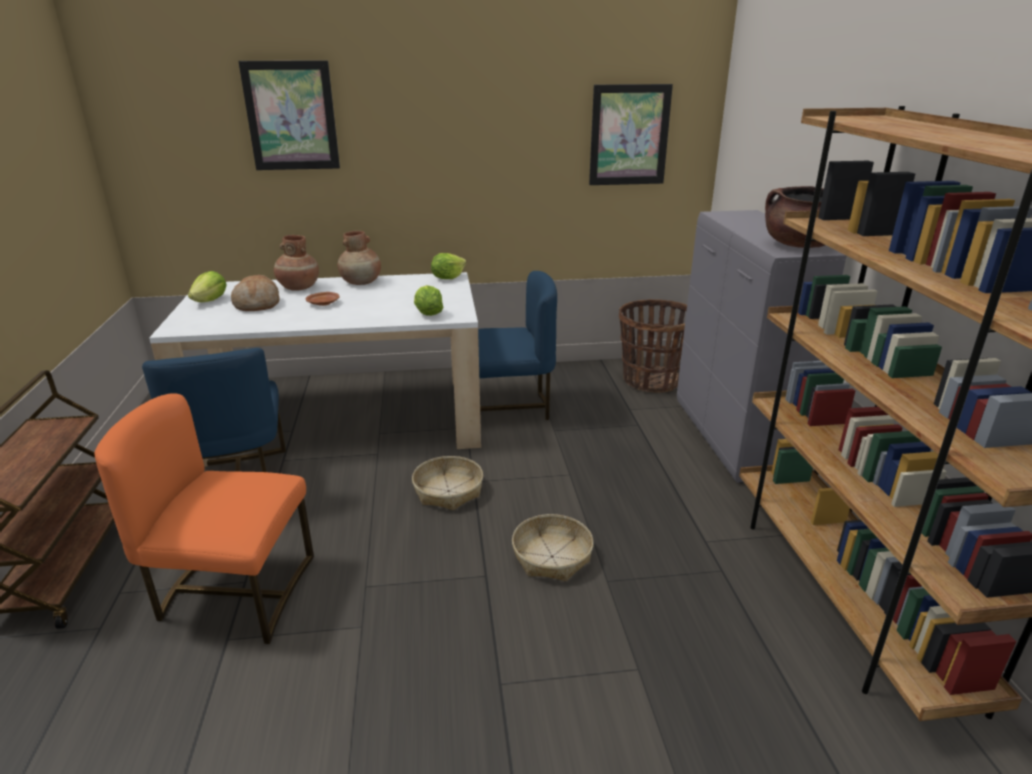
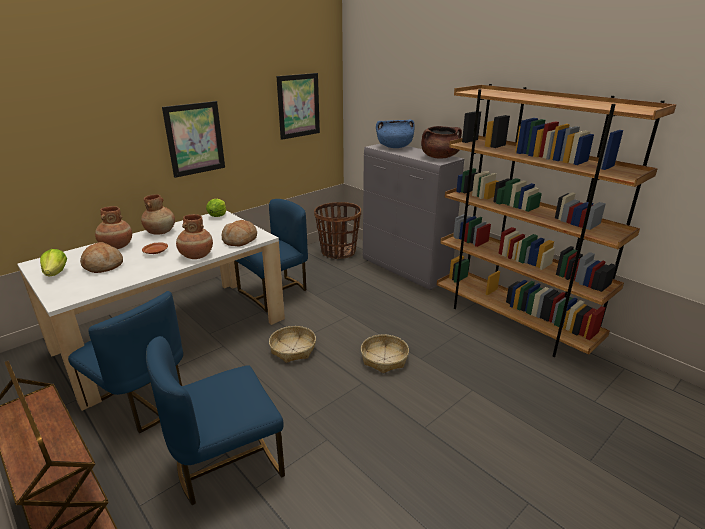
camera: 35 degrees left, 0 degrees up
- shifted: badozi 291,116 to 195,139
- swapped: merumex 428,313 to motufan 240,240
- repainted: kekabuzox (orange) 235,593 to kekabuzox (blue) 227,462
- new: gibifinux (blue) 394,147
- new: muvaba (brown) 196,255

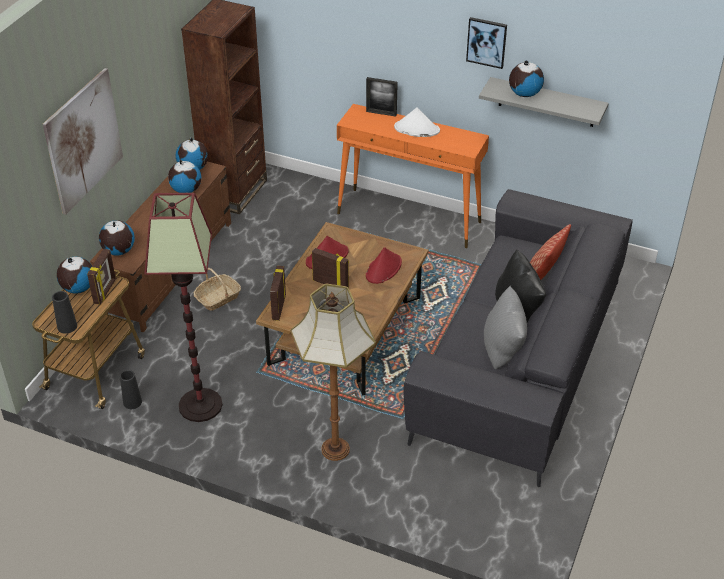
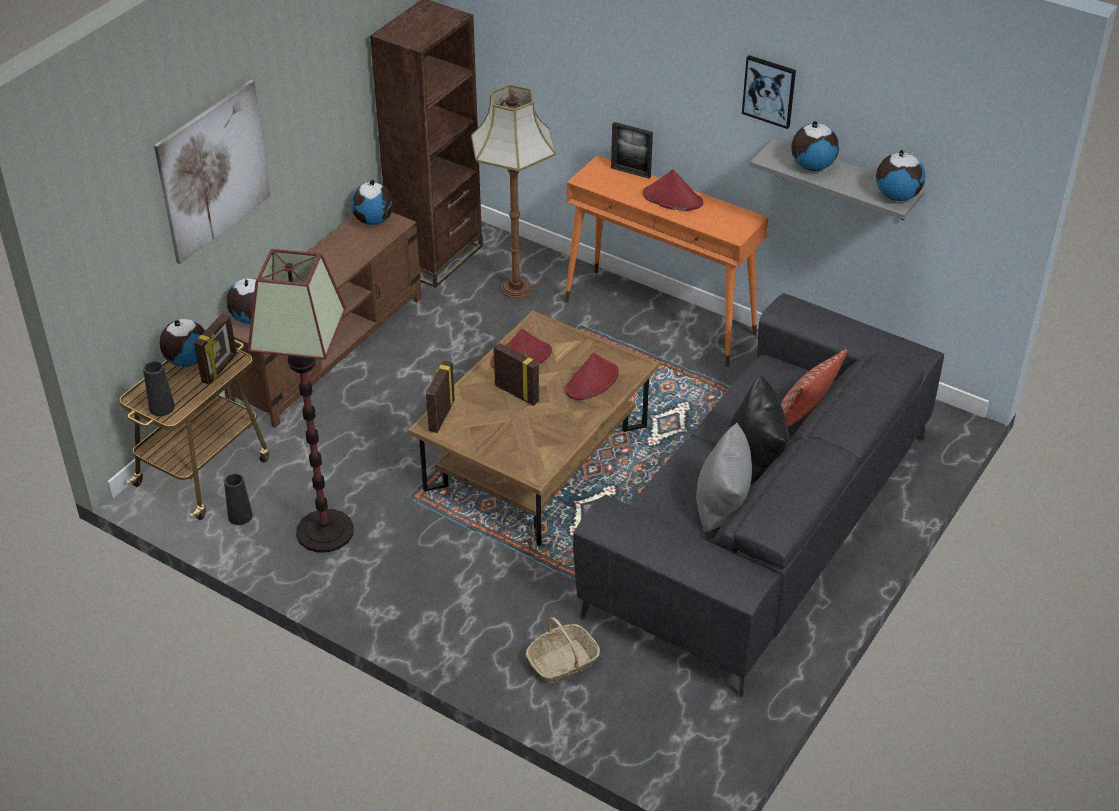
camera: 10 degrees right, 0 degrees up
- repainted: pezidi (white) 416,129 to pezidi (red) 672,198
- shifted: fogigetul 186,190 to 897,196
- shifted: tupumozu 218,298 to 562,662
- shifted: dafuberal 335,450 to 515,290

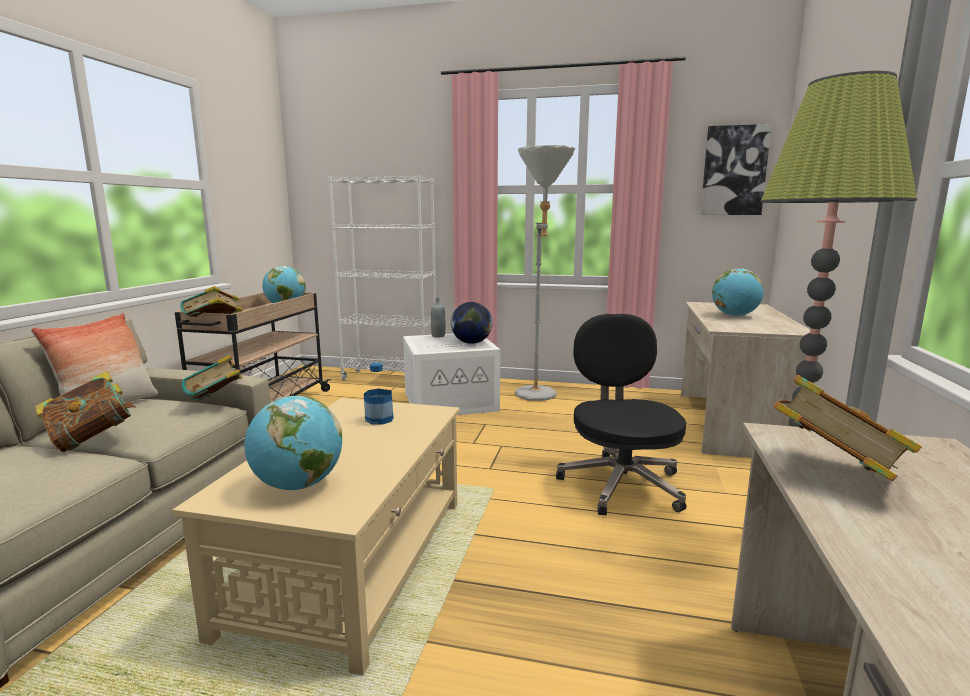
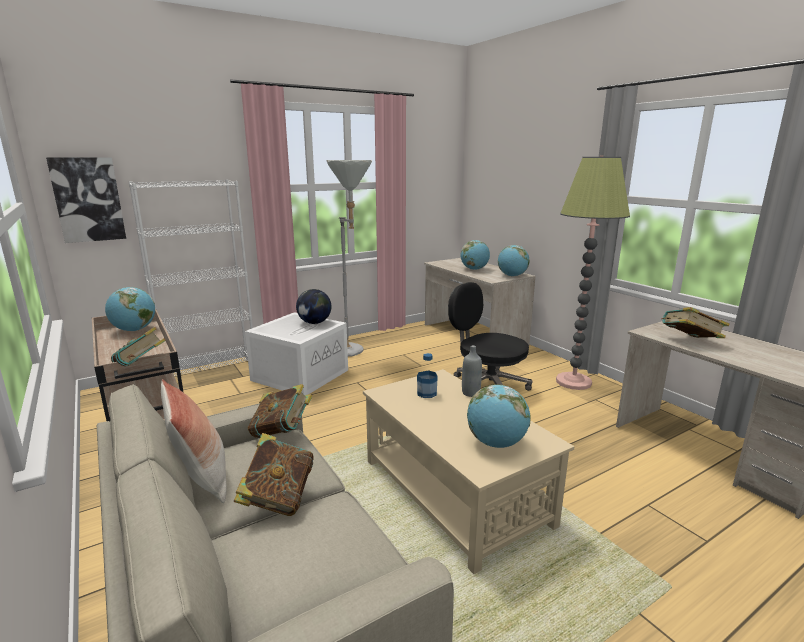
camera: 45 degrees left, 5 degrees up
- shifted: badozi 734,171 to 88,199
- shifted: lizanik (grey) 438,336 to 470,393
- new: fogigetul 512,276

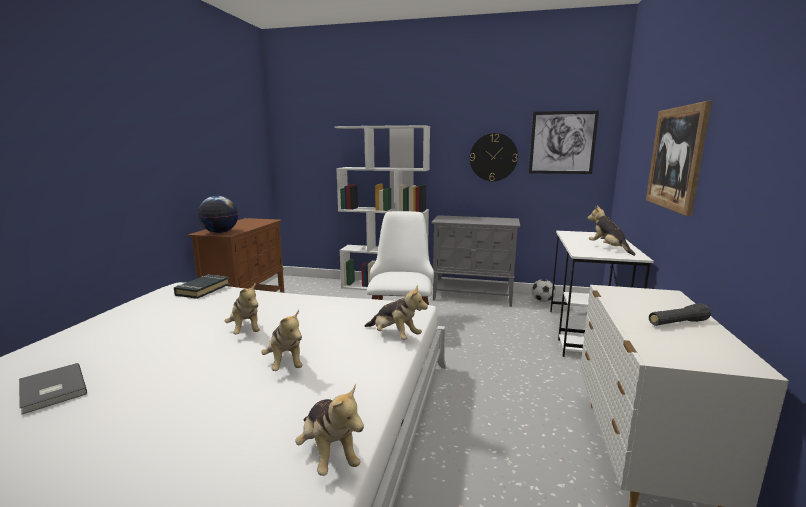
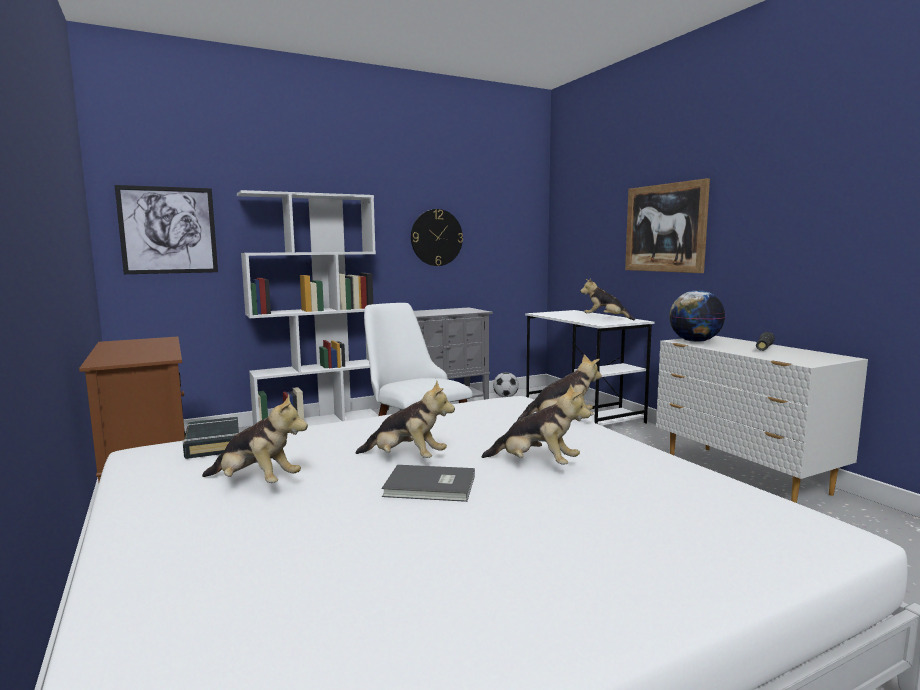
camera: 40 degrees left, 5 degrees down
- shifted: badozi 562,142 to 168,230
- shifted: fogigetul 220,232 to 694,341
- shifted: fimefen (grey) 50,390 to 431,487
- shifted: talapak 328,454 to 256,483

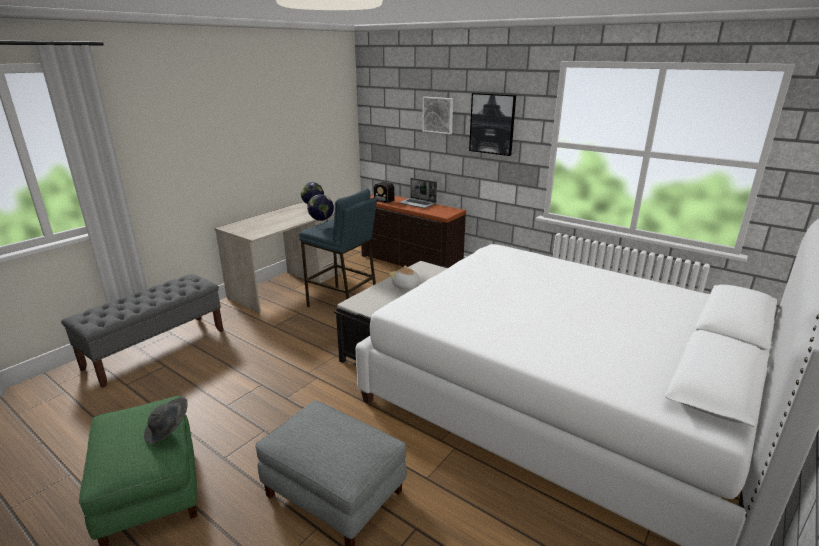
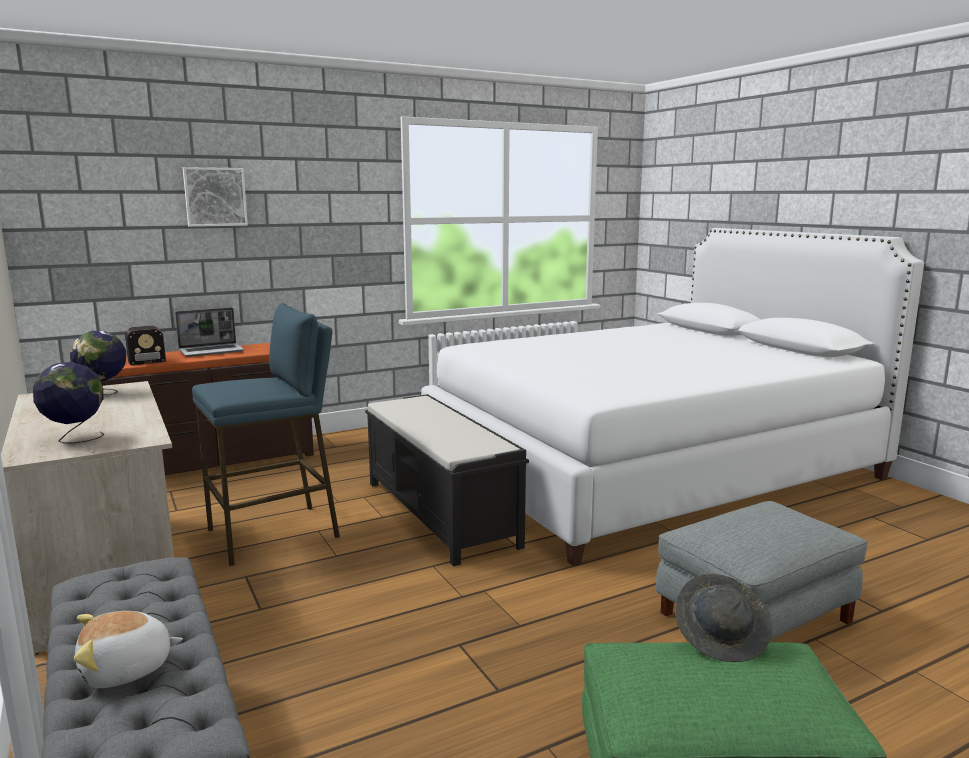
camera: 65 degrees left, 10 degrees down
- gone: badozi 492,124
- shifted: fogigetul 322,226 to 75,438
- shifted: talapak 406,286 to 126,670

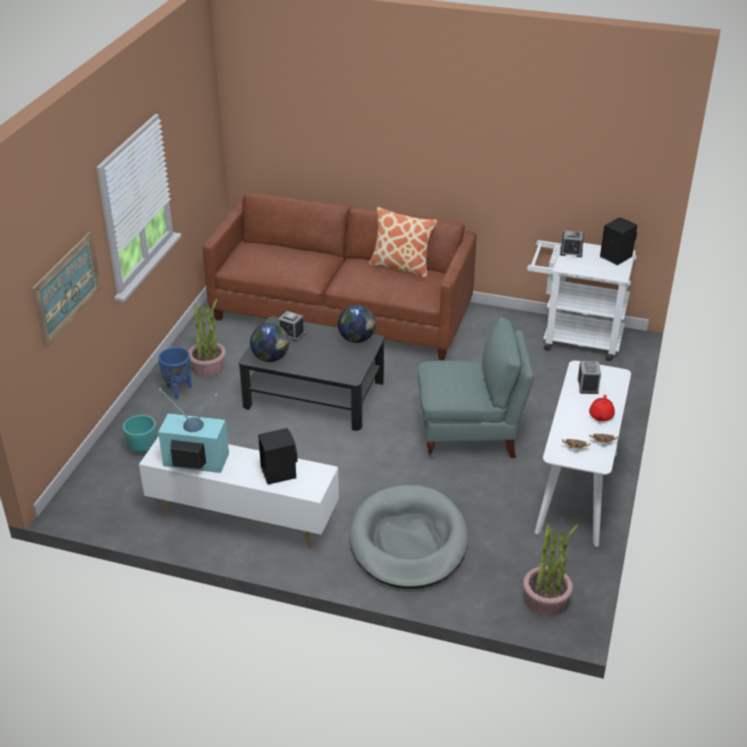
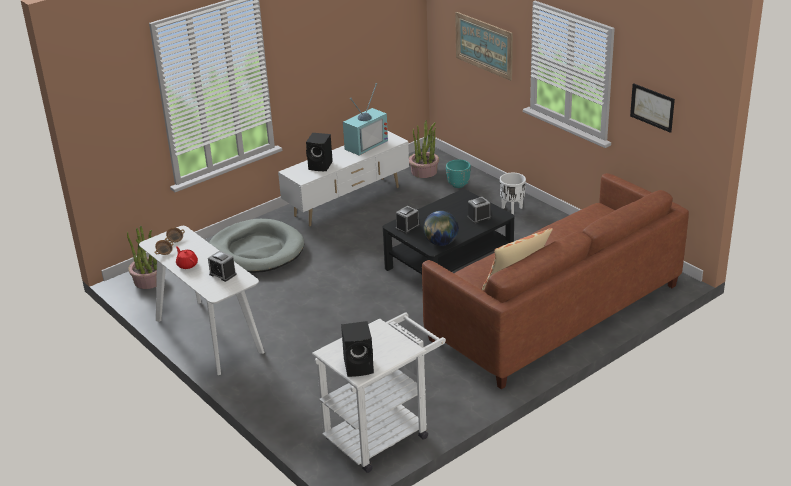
camera: 125 degrees right, 5 degrees down
- shifted: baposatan 571,252 to 407,227
- shifted: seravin 208,366 to 424,172
- gone: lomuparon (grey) 469,434
- gone: fogigetul 271,358
- repainted: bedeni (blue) 178,391 to bedeni (white) 512,210
- new: badozi 652,107

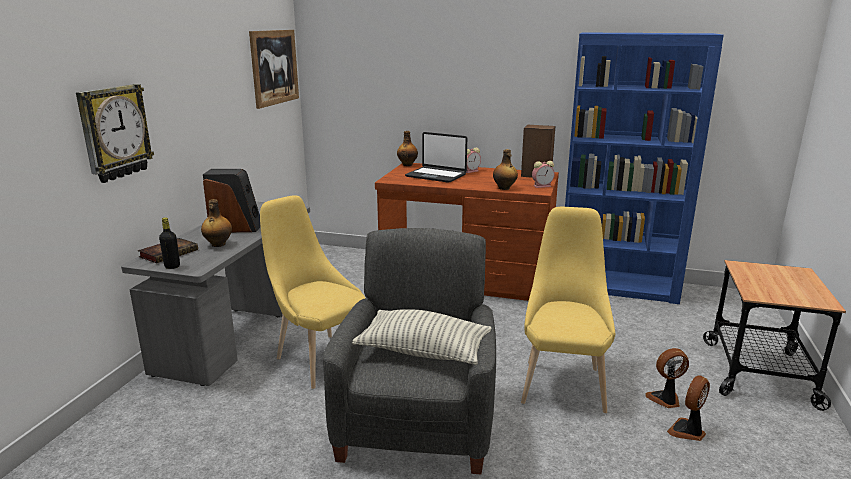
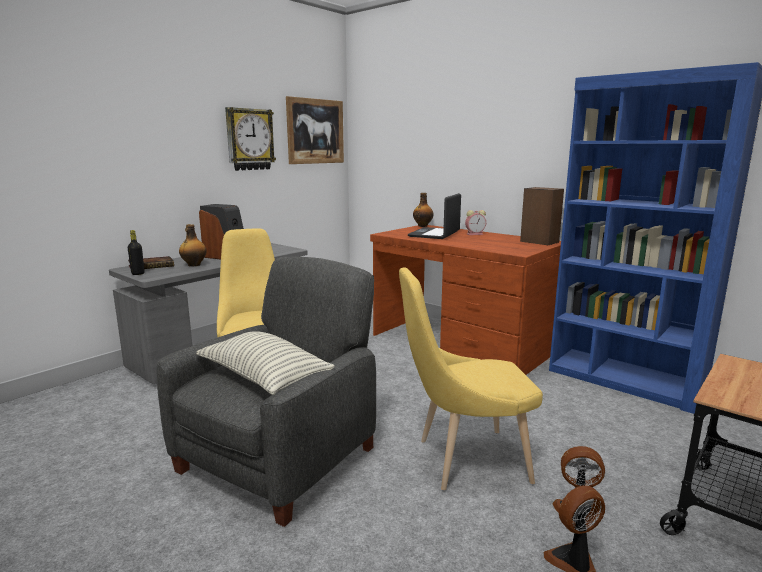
camera: 25 degrees right, 5 degrees down
- shifted: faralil 114,132 to 249,139
- rotated: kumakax 436,175 = 435,234 60 degrees clockwise
- gone: lizanik 504,188
- gone: baposatan 542,186
- rotated: kekabuzox (yellow) 562,382 = 464,461 135 degrees counterclockwise

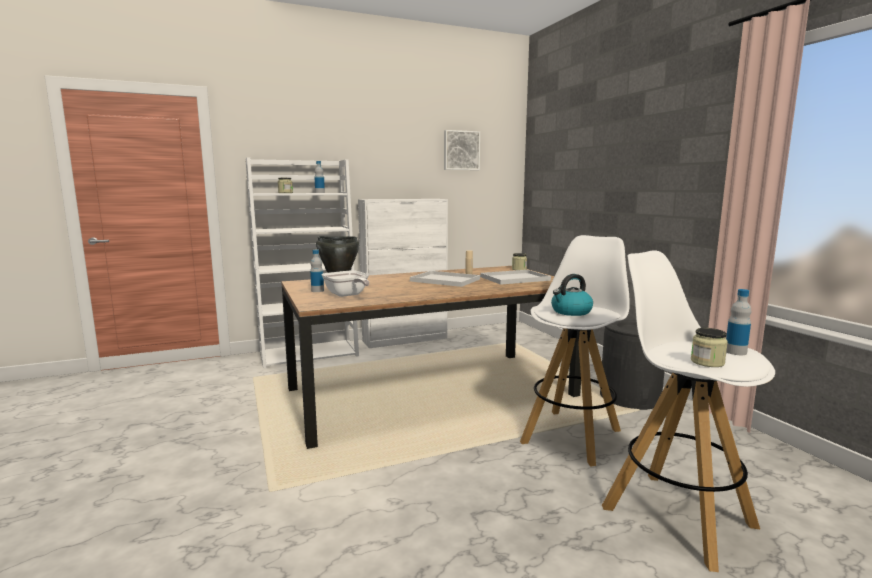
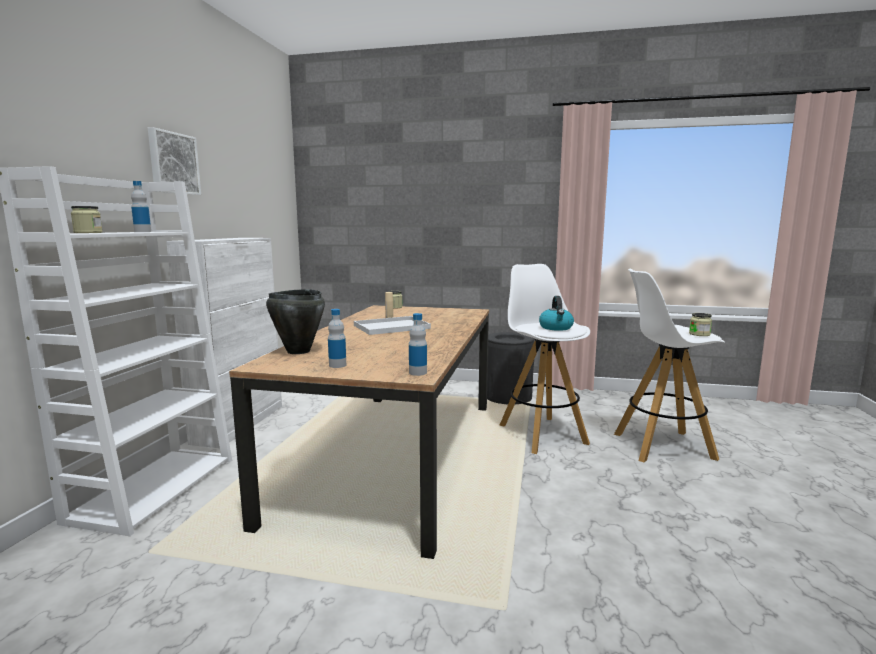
camera: 55 degrees left, 0 degrees up
- shifted: badozi 461,150 to 173,163
- gone: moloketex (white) 514,278
- gone: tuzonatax 347,295
- shifted: lizanik 735,352 to 418,372

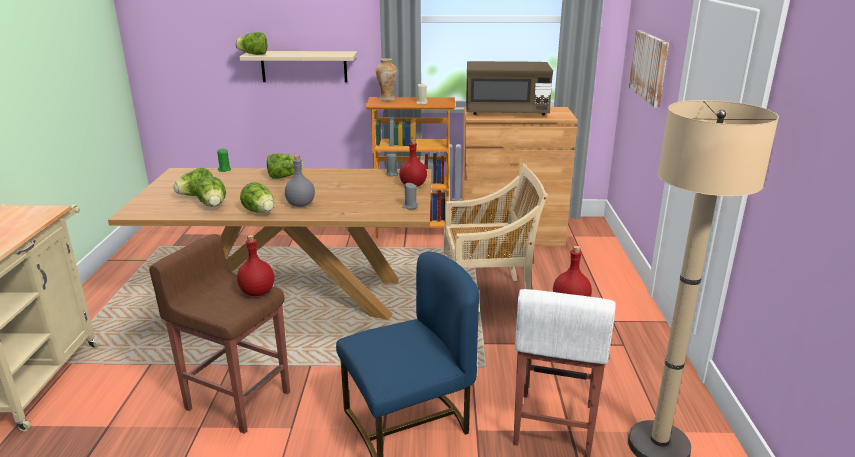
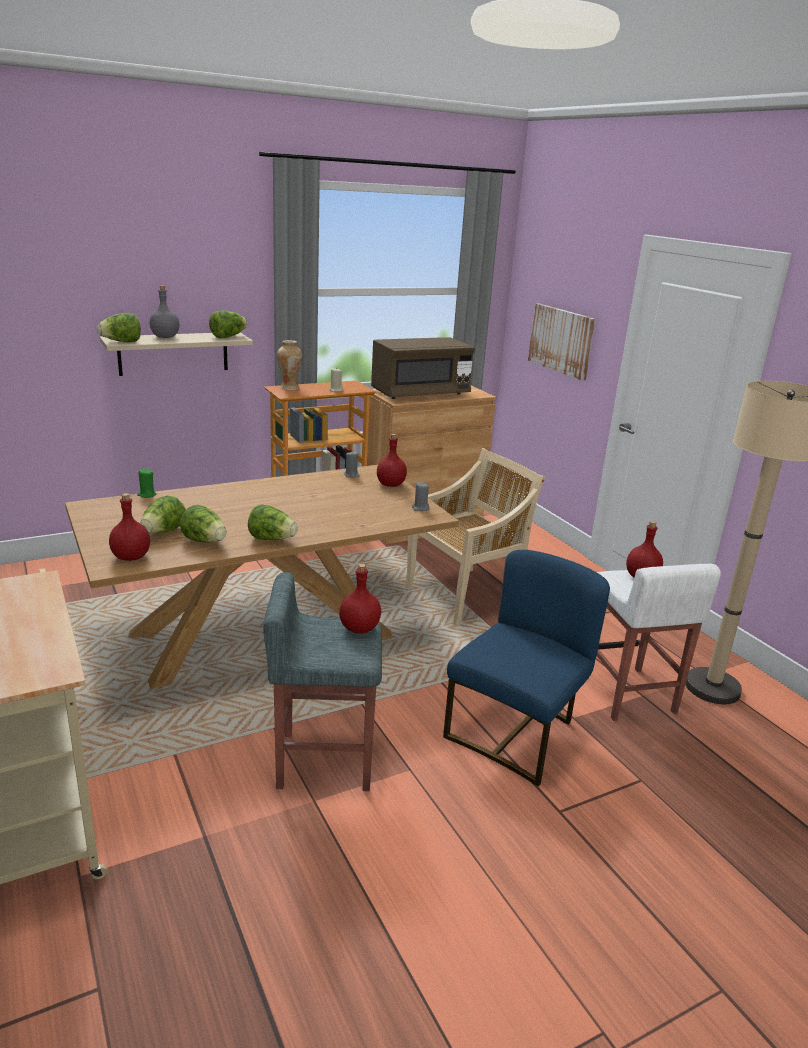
camera: 30 degrees left, 0 degrees up
- shifted: merumex 284,177 to 228,337
- shifted: lizanik (grey) 301,205 to 166,337
- repainted: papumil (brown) 237,399 to papumil (grey) 323,760
- new: lizanik (red) 131,557

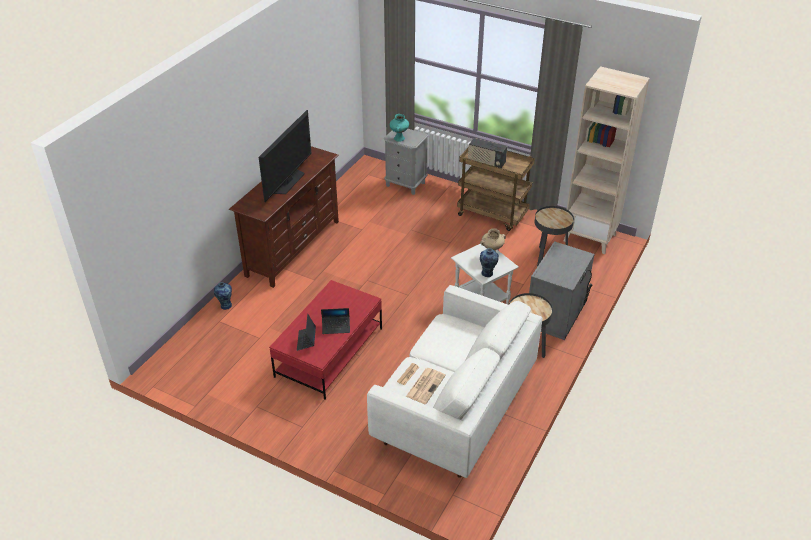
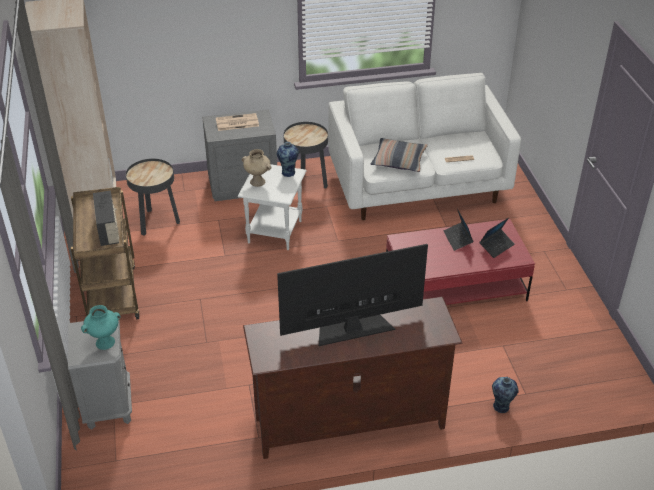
camera: 130 degrees left, 0 degrees up
- rotated: kumakax 336,327 = 458,239 150 degrees counterclockwise
- shifted: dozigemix 425,385 to 236,123
- new: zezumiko 399,160

